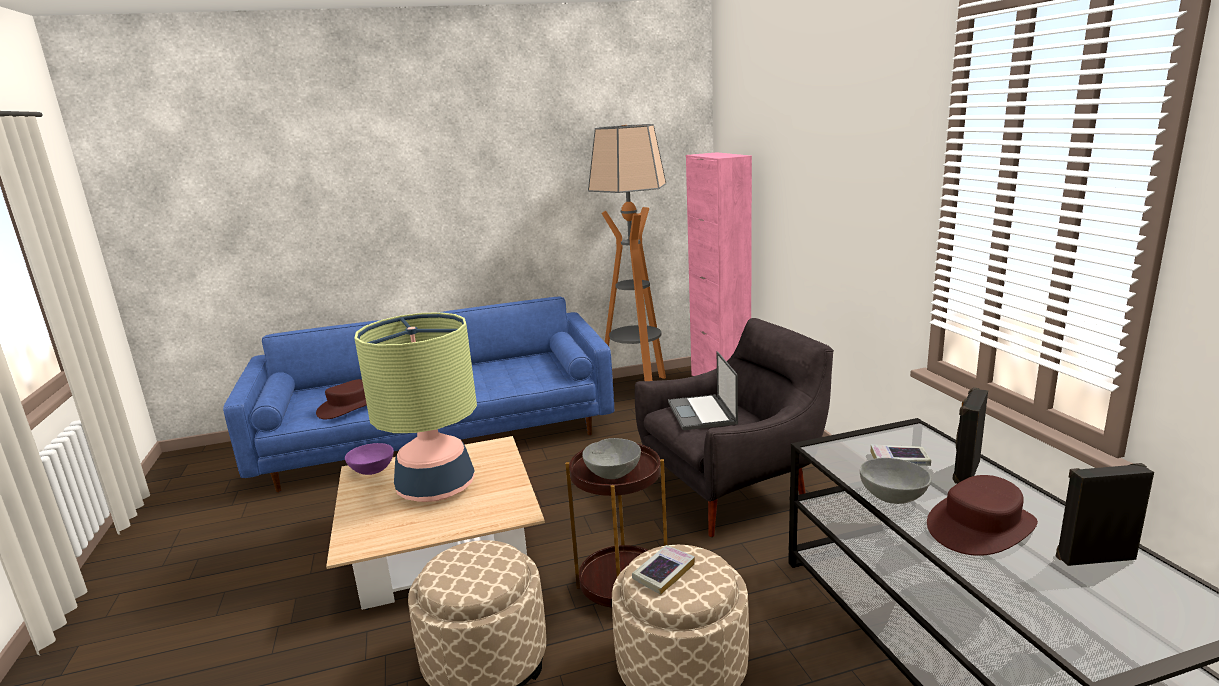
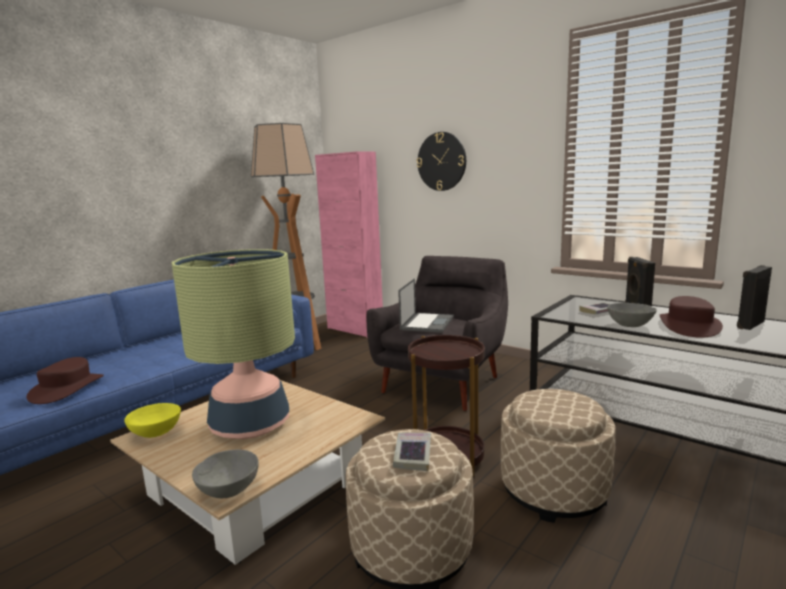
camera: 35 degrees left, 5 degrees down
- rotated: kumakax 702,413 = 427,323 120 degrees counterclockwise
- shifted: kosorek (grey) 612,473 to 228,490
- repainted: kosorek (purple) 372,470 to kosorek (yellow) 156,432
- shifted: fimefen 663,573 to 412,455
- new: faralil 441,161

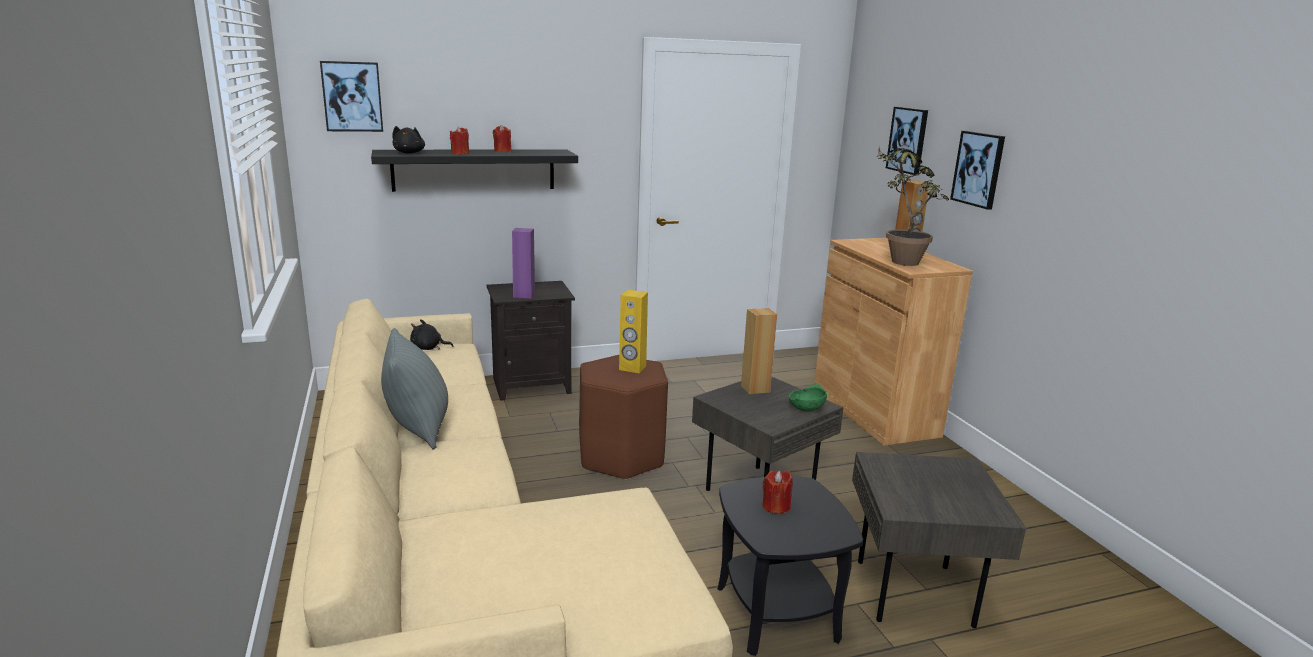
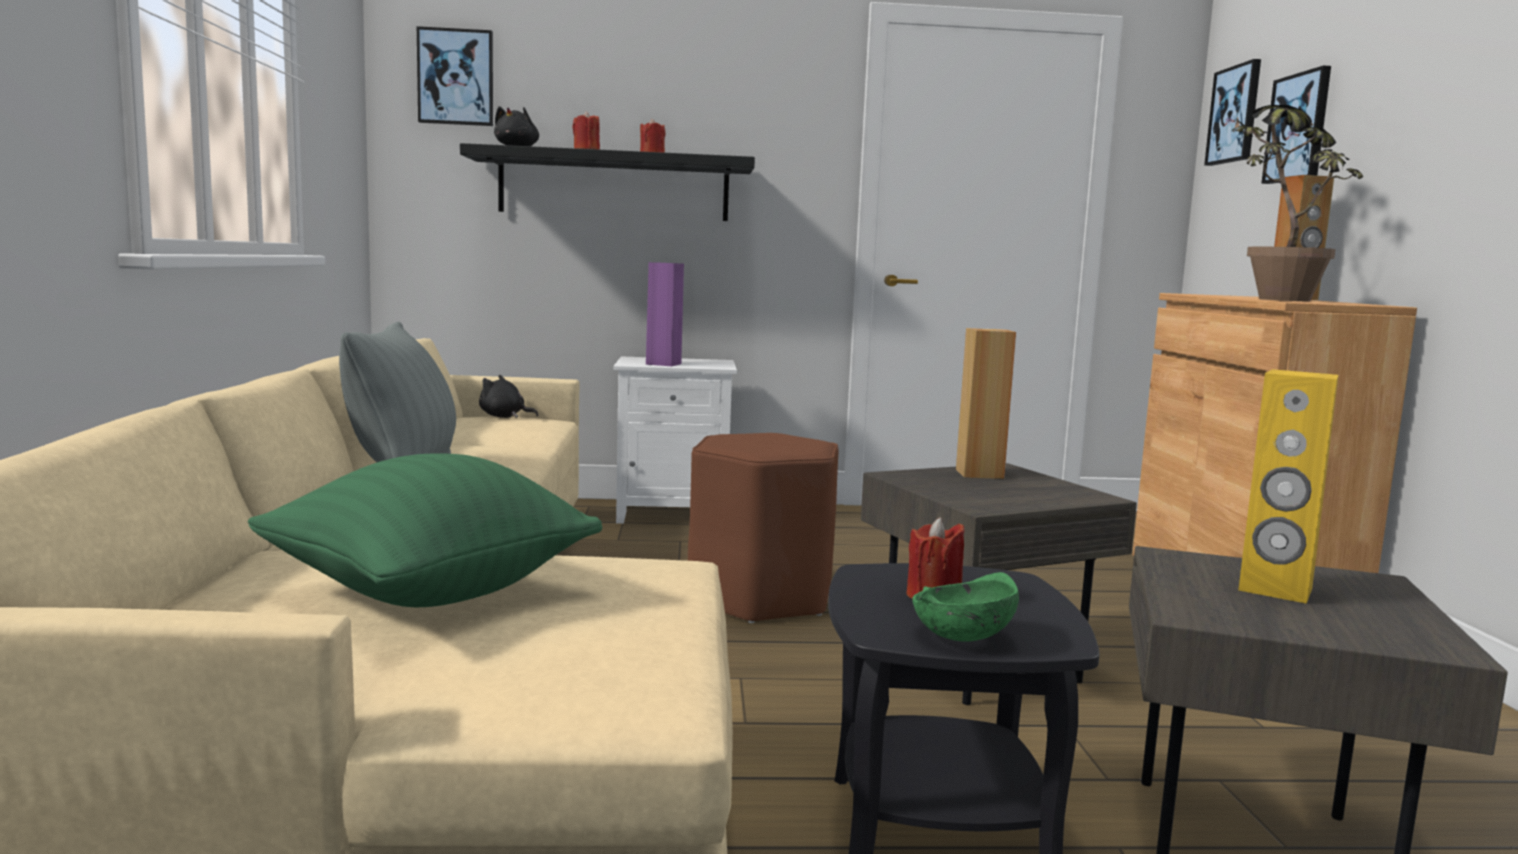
camera: 15 degrees right, 10 degrees down
- shifted: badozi 978,169 to 1235,114
- repainted: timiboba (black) 532,385 to timiboba (white) 674,513
- shifted: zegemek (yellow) 632,368 to 1275,590
- shifted: kosorek (green) 805,409 to 960,637
- new: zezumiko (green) 430,592

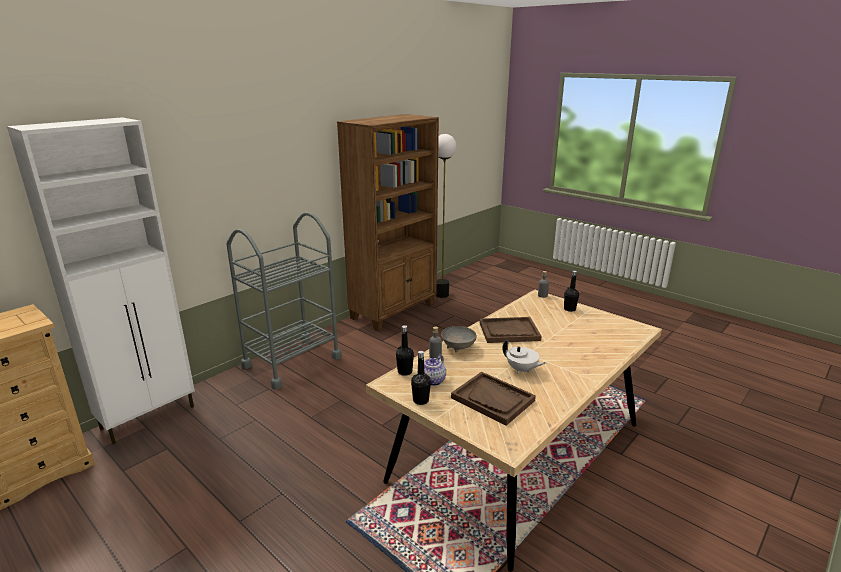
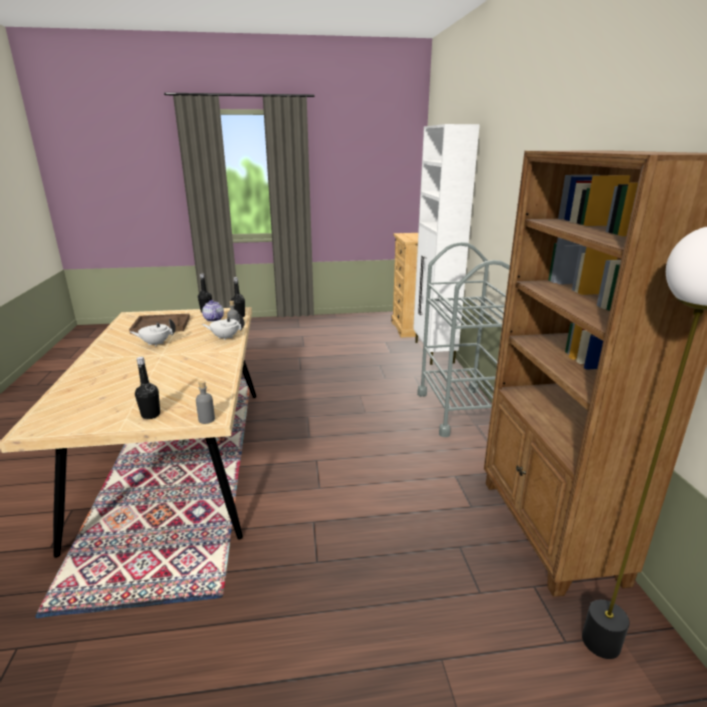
camera: 130 degrees right, 0 degrees up
- gone: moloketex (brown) 509,331
- swapped: kosorek (grey) 458,348 to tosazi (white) 225,337

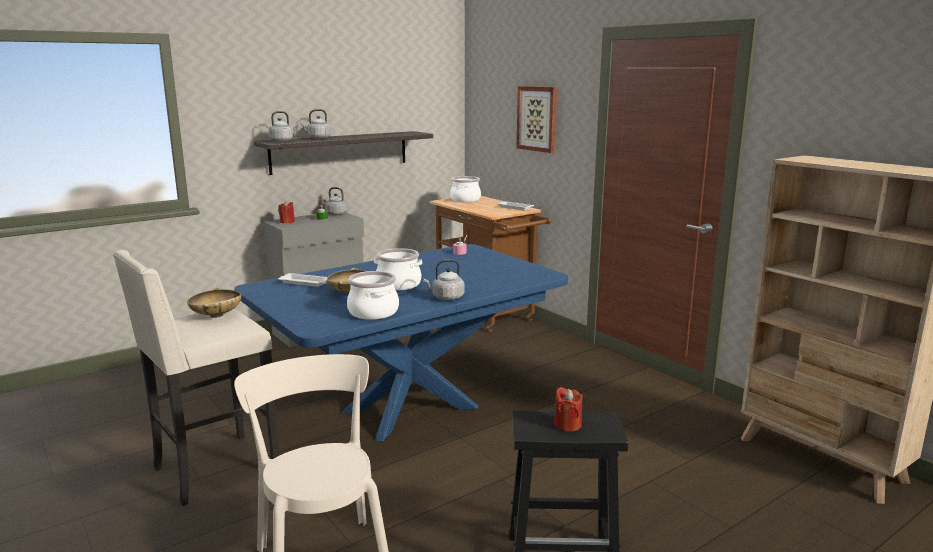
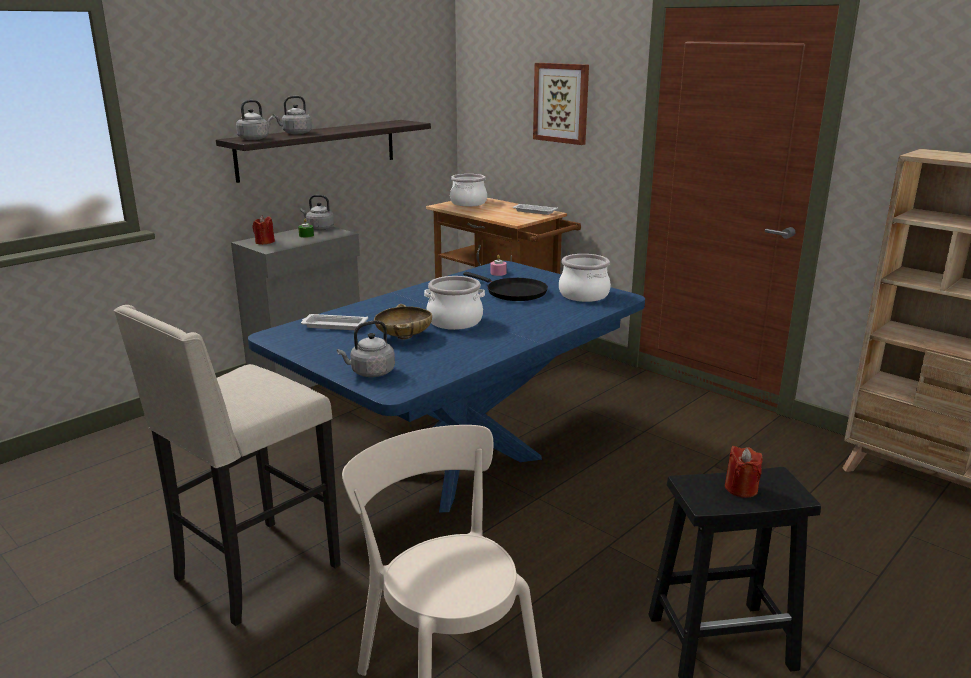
camera: 10 degrees left, 5 degrees up
- shifted: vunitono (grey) 446,298 to 370,373
- shifted: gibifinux 374,312 to 584,295
- gone: kosorek (beige) 216,315
- new: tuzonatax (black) 513,292

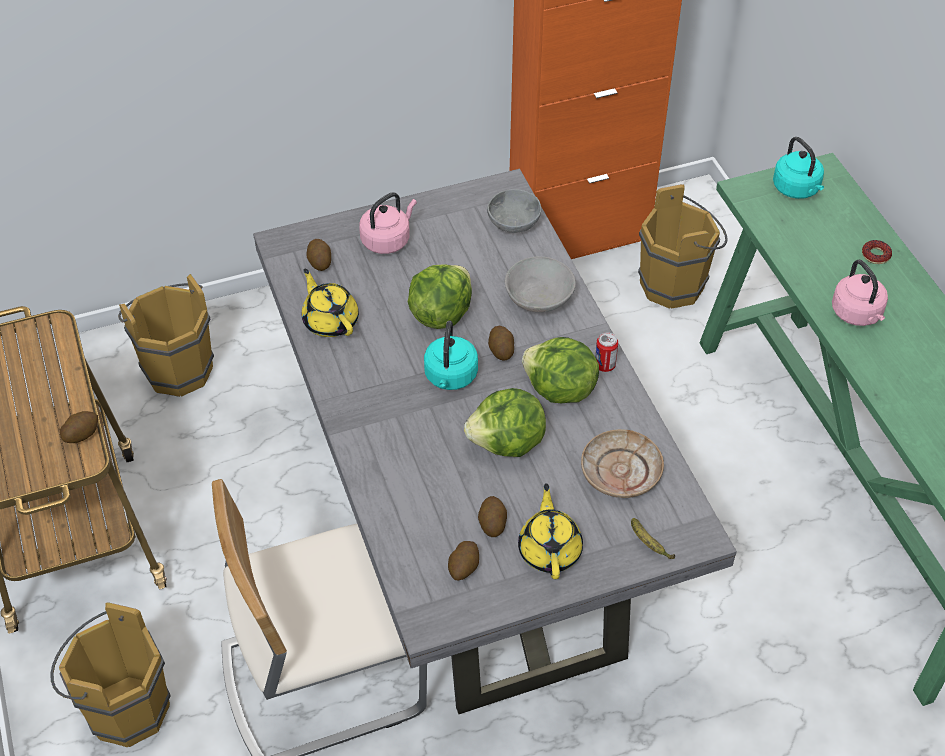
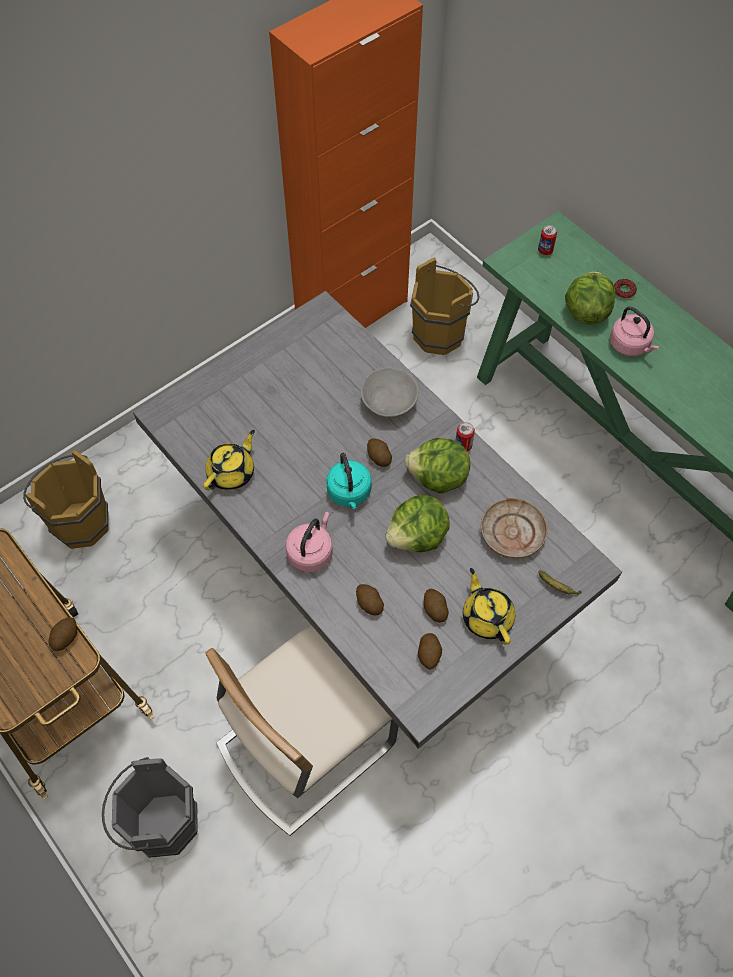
camera: 20 degrees left, 10 degrees up
- swapped: vunitono (turquoise) 797,189 to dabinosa 545,250
- gone: kosorek (grey) 513,224
- shifted: vunitono (pink) 387,240 to 311,552
- shifted: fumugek 319,262 to 369,603
- shifted: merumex 440,314 to 586,312
- rotated: tosazi (yellow) 330,320 = 232,472 90 degrees clockwise
- repainted: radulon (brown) 122,708 to radulon (grey) 159,824

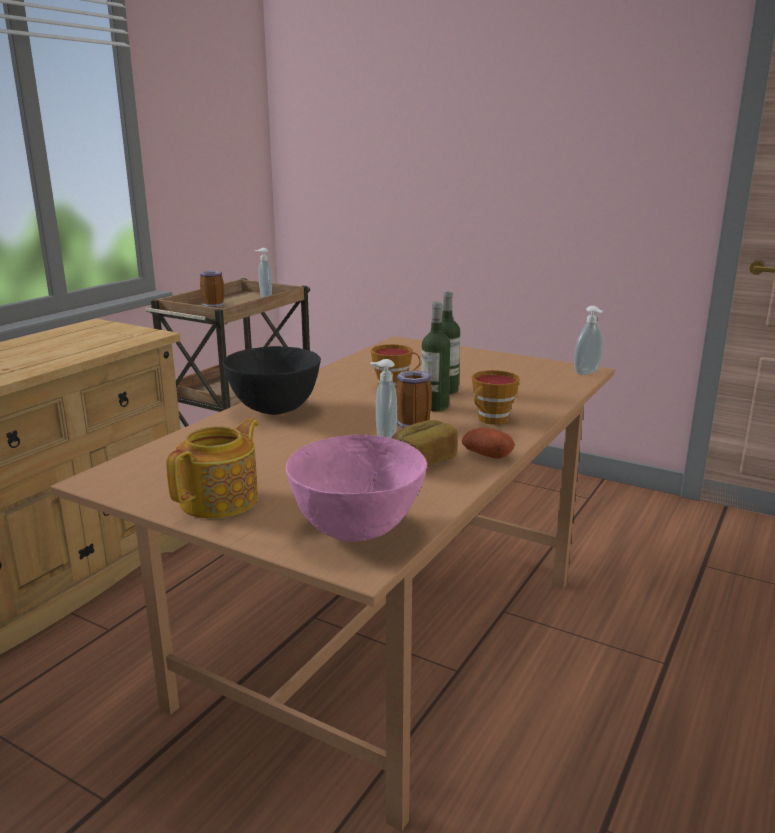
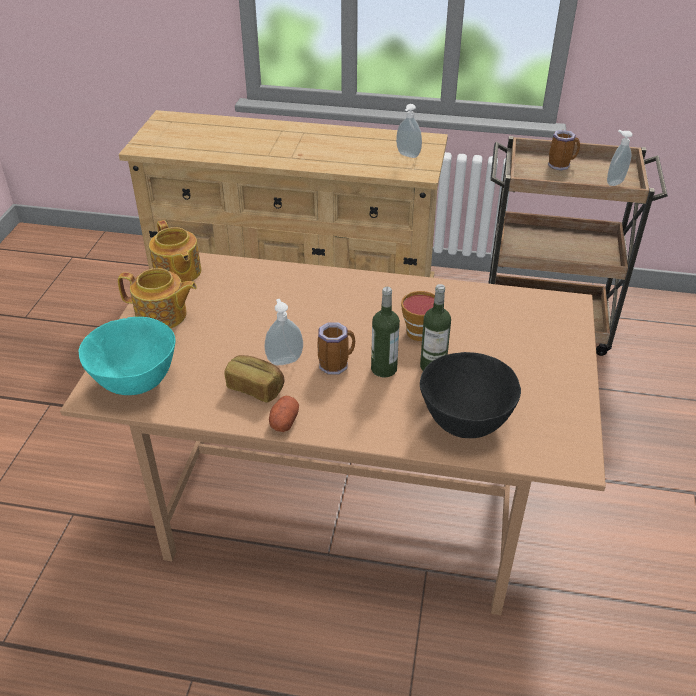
camera: 70 degrees right, 20 degrees up
- shifted: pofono 588,373 to 407,155
- shifted: kosorek (black) 275,410 to 465,423
- gone: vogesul 491,420
- repainted: kosorek (pink) 355,530 to kosorek (turquoise) 135,382
- new: tosazi 177,272

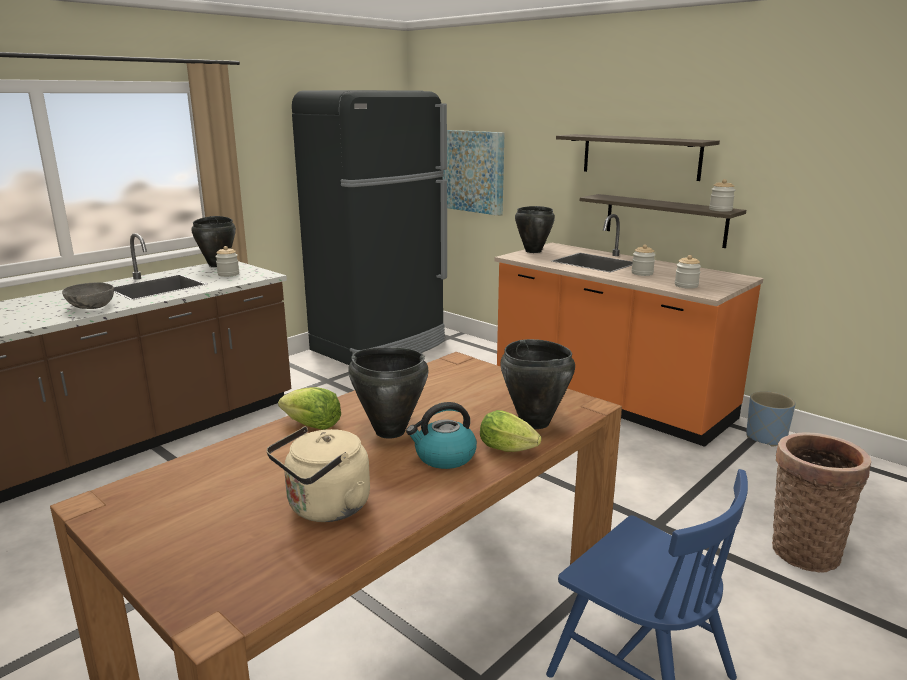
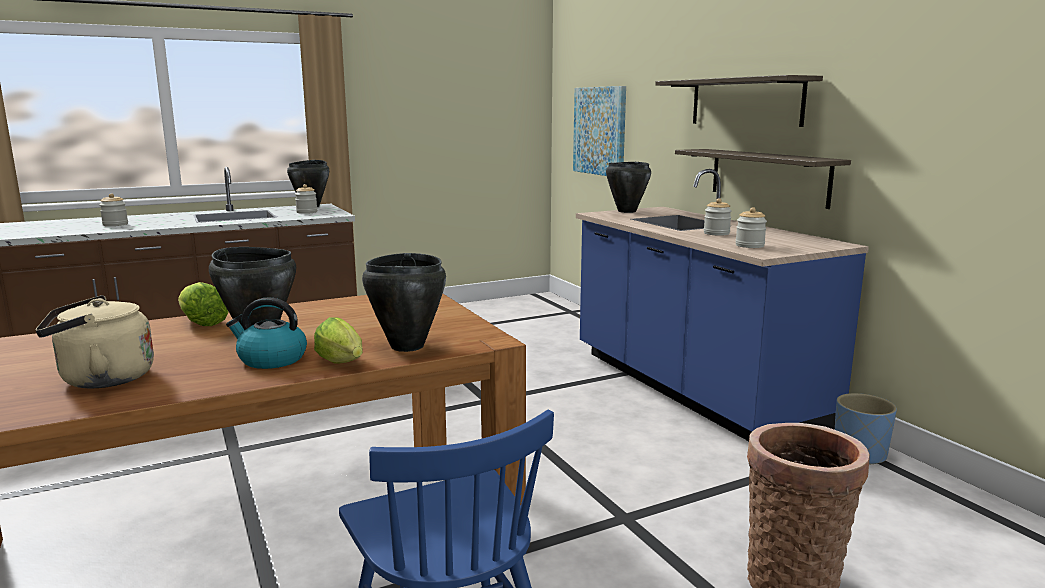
camera: 20 degrees right, 5 degrees down
- gone: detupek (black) 380,346
- shifted: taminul 720,210 to 115,224
- repainted: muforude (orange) 609,399 to muforude (blue) 692,388
- gone: kosorek (grey) 91,306

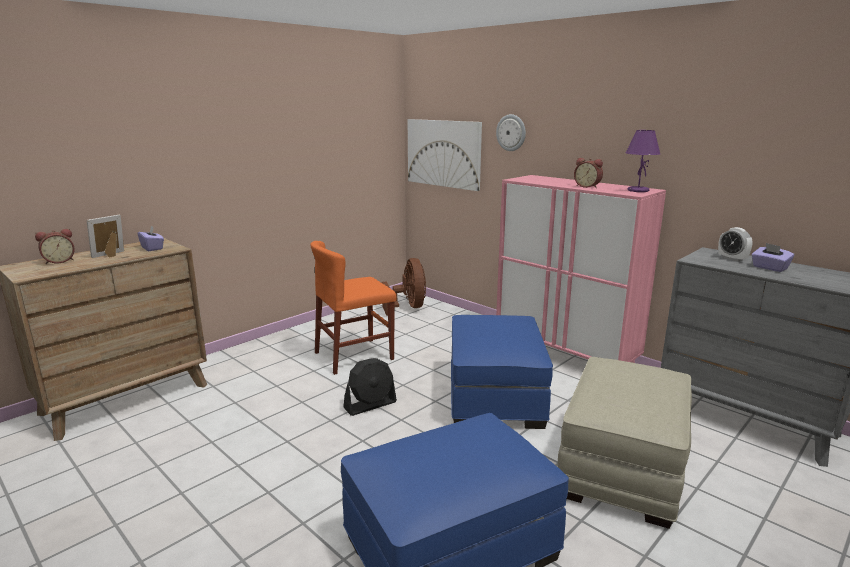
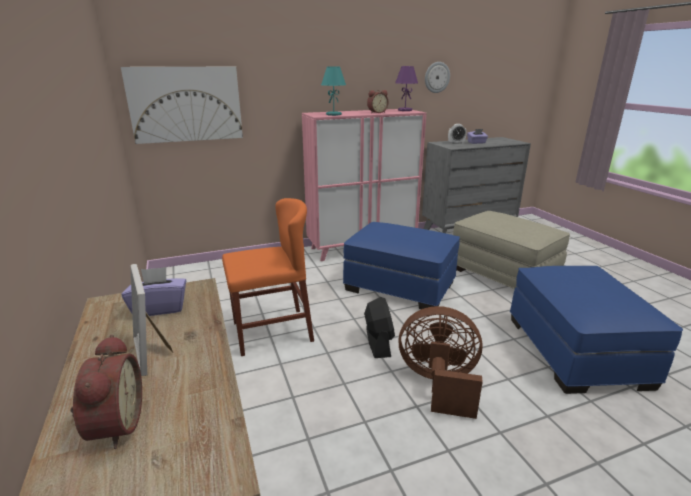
camera: 65 degrees left, 5 degrees up
- shifted: faralil 511,132 to 436,77
- rotated: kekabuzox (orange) 354,356 = 272,331 105 degrees counterclockwise
- shifted: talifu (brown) 408,307 to 438,384
- new: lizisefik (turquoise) 334,114

